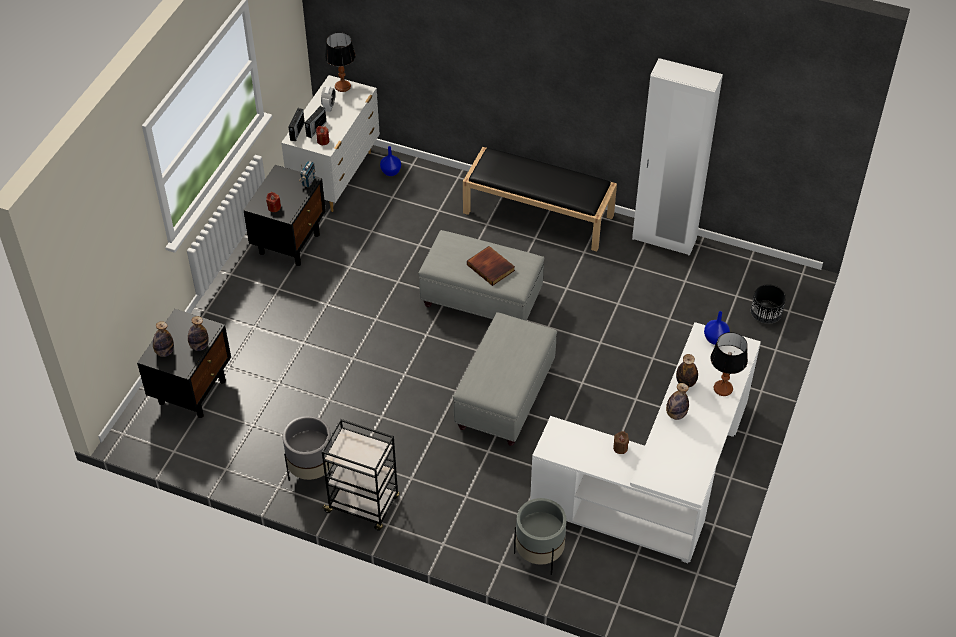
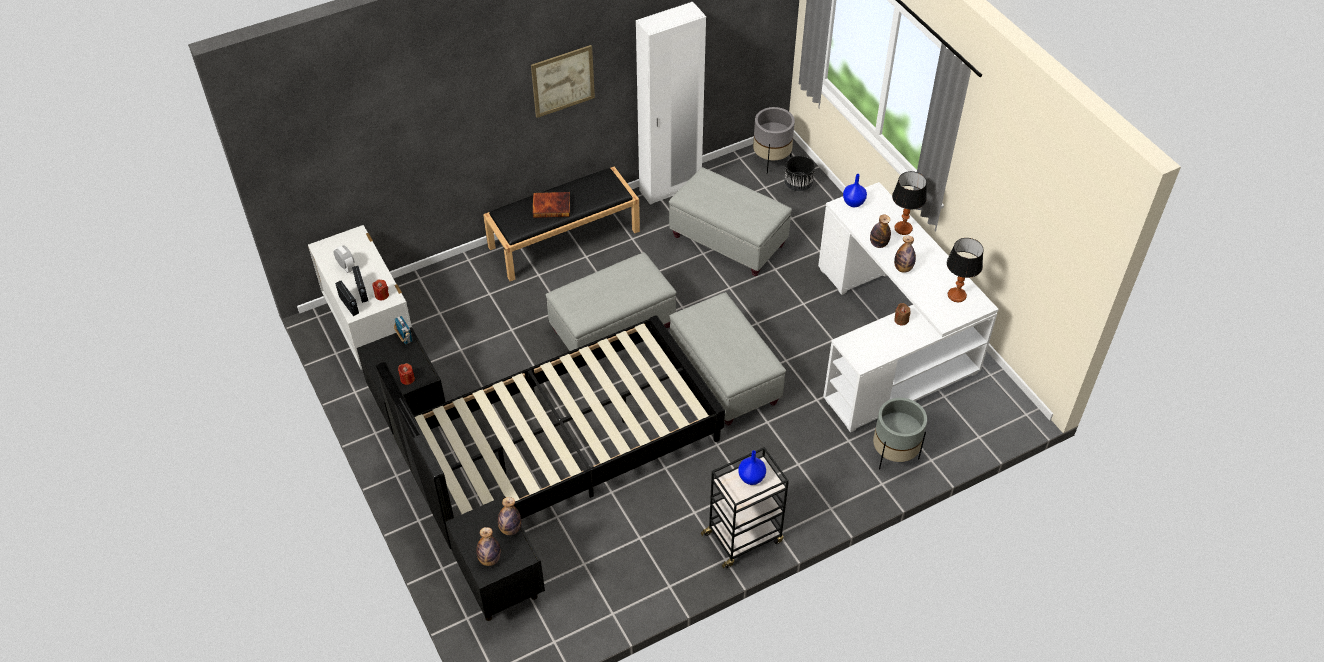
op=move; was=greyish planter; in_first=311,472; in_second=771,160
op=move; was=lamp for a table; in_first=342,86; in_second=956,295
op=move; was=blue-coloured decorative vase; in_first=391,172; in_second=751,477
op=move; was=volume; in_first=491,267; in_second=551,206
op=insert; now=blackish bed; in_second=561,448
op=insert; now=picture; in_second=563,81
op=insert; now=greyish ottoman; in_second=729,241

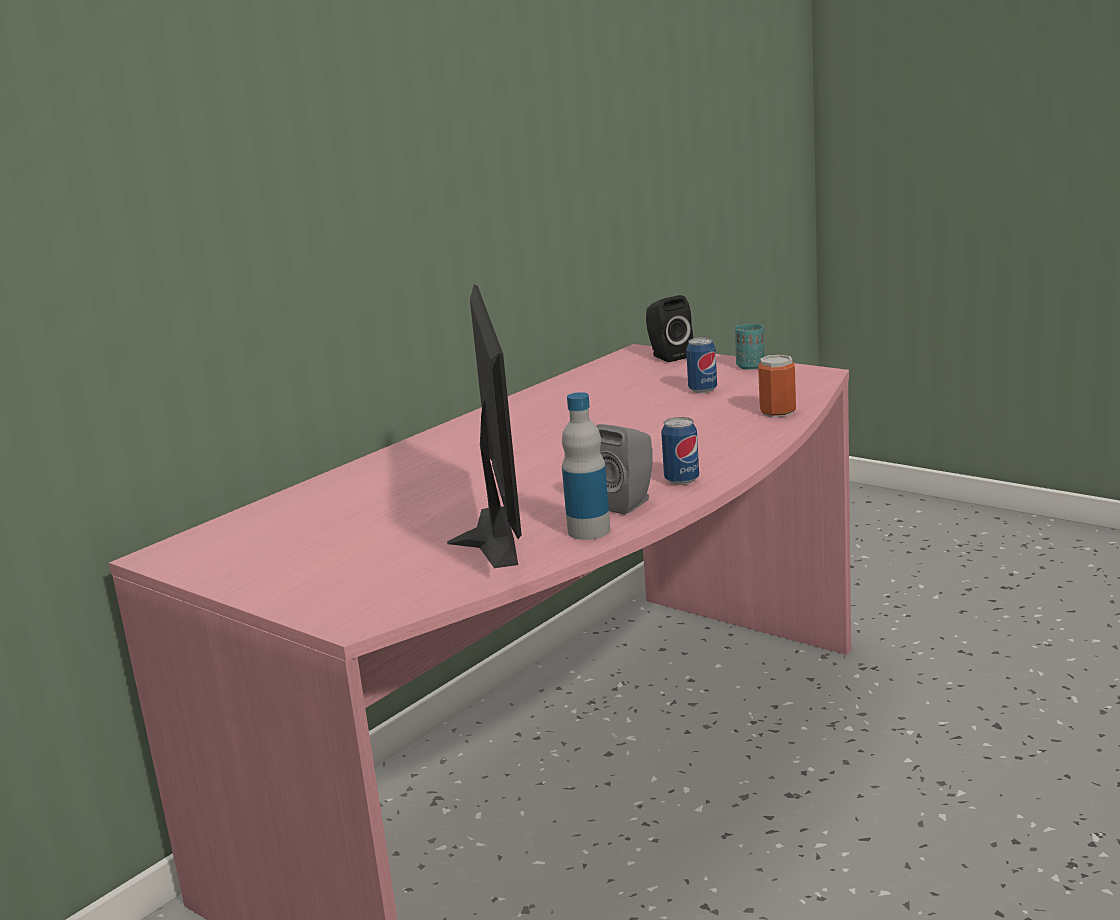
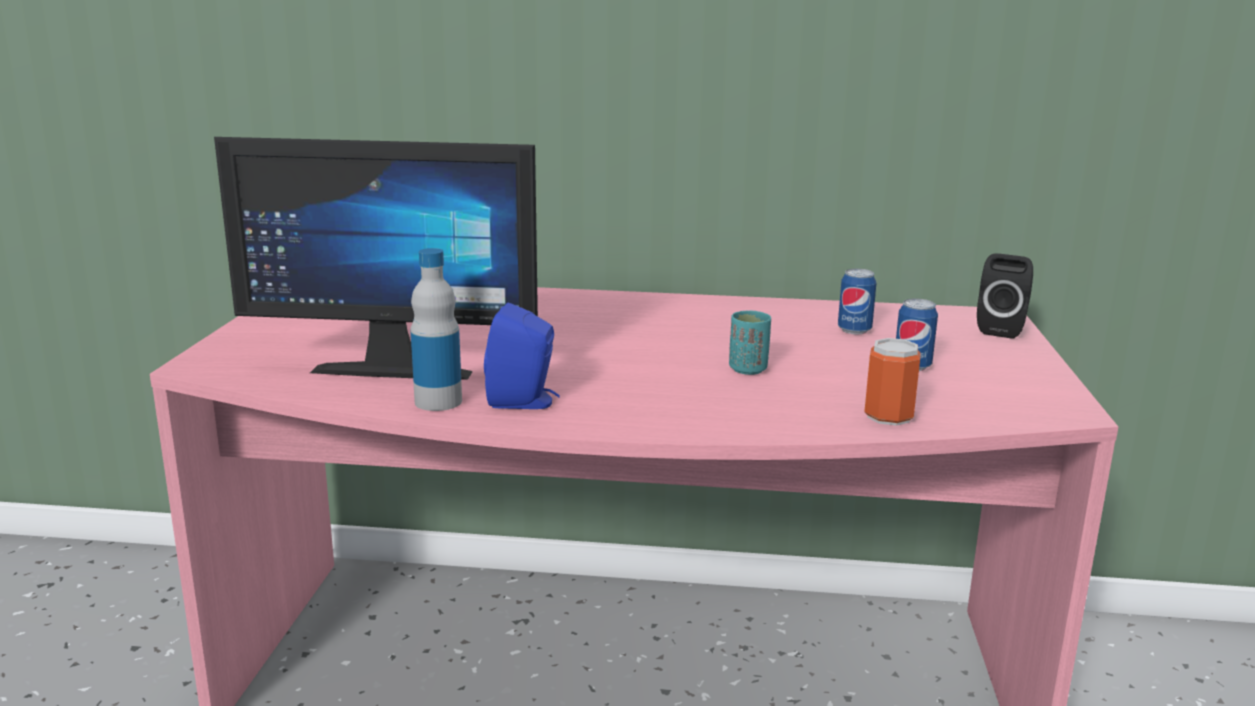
op=rotate; was=monitor; in_first=480,538; in_second=396,365; clockwise=45
op=recolor; was=greyish audio speaker; now=blue-coloured audio speaker; in_first=628,503; in_second=524,402
op=move; was=sealed can; in_first=681,480; in_second=854,330
op=move; was=turquoise-coloured small cup; in_first=750,366; in_second=748,369

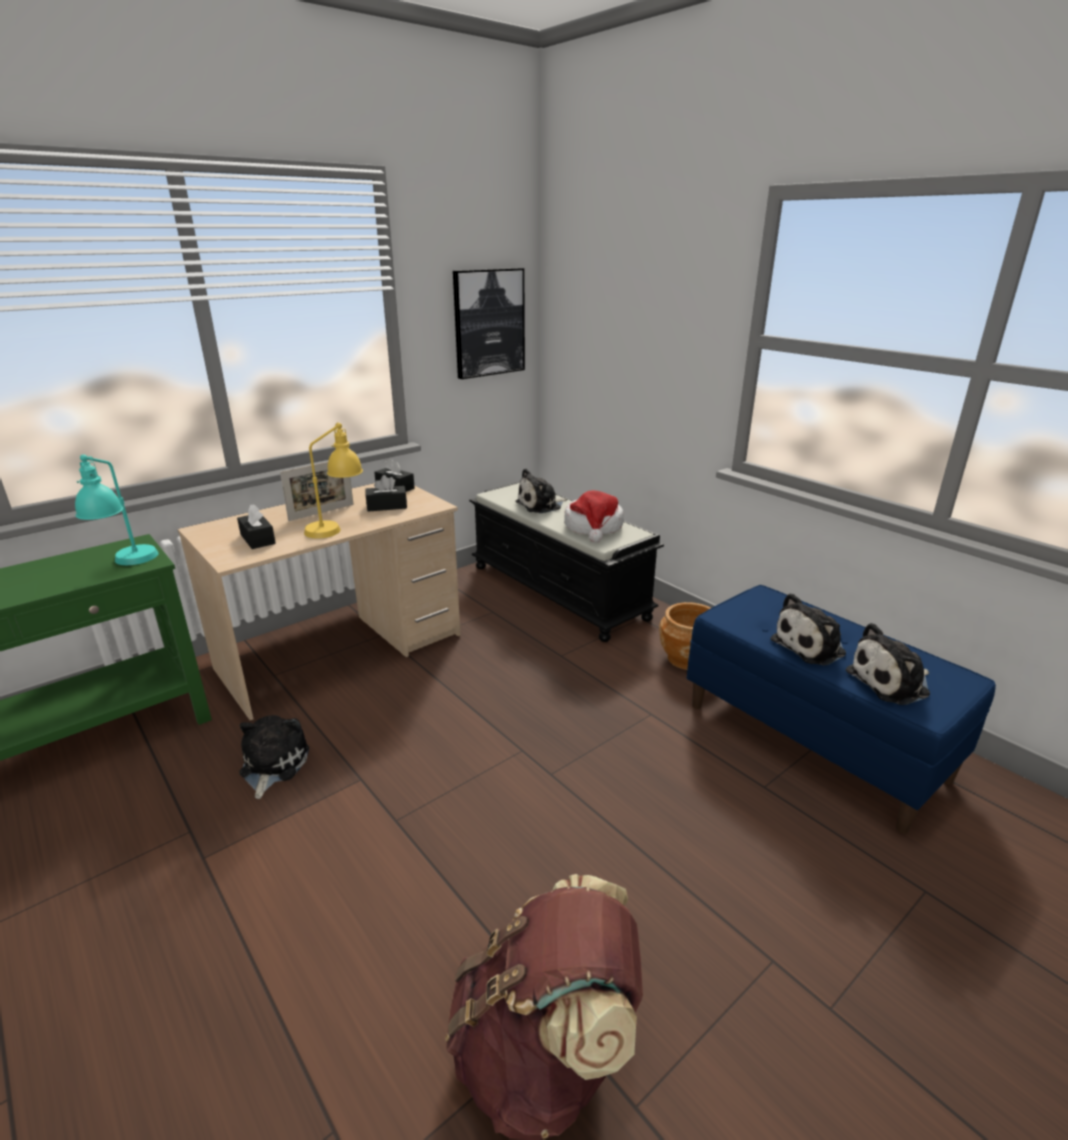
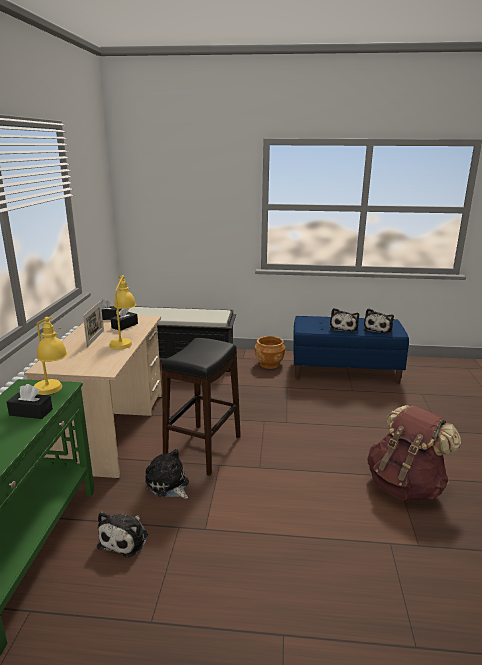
op=recolor; was=turquoise-coloured lamp for a table; now=yellowish lamp for a table; in_first=128,564; in_second=53,392
op=move; was=blackish box of tissues; in_first=257,539; in_second=31,412
op=delete; was=picture; in_first=488,323
op=move; was=soft toy; in_first=541,505; in_second=125,539
op=delete; was=hat; in_first=593,527
op=insert; now=blackish stool; in_second=203,449

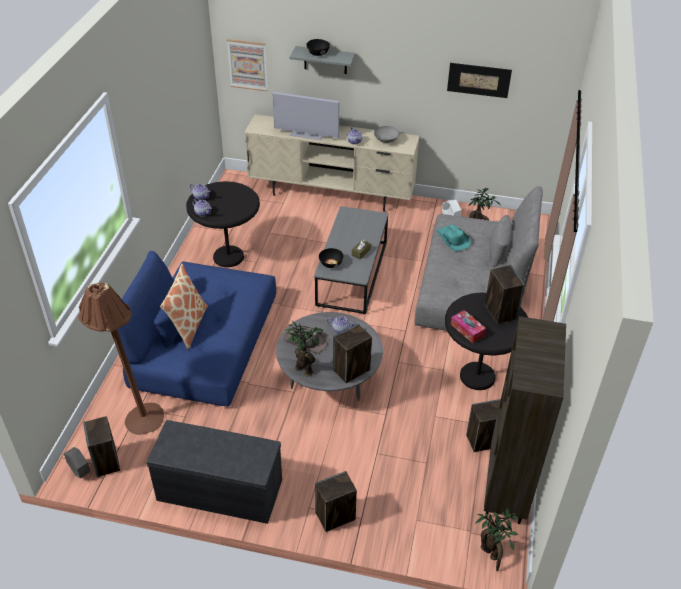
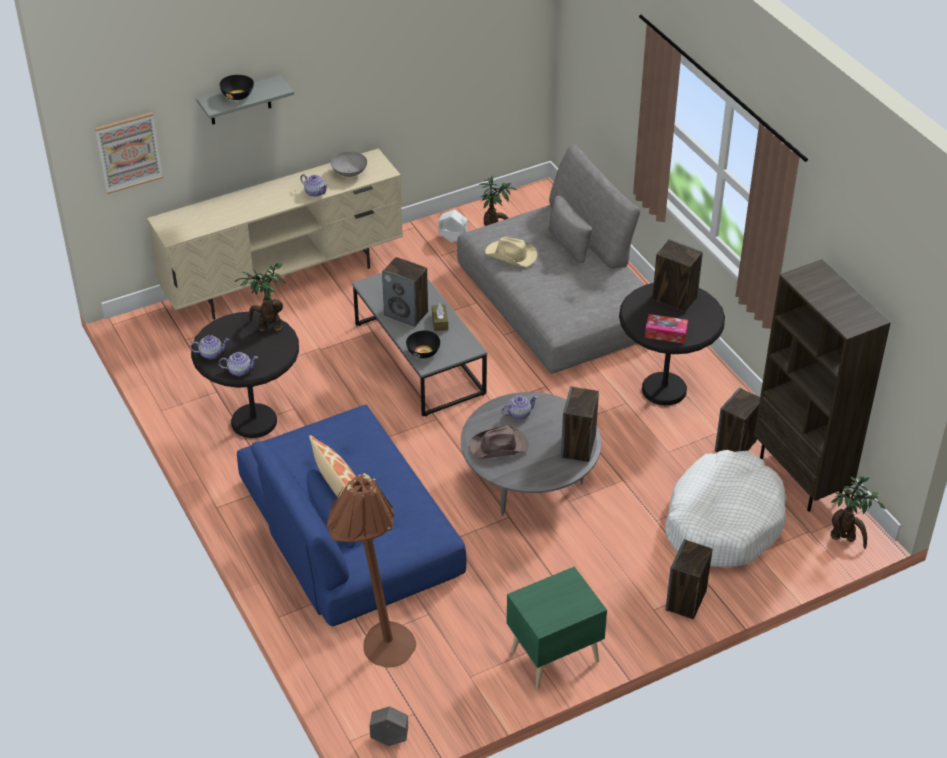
op=move; was=audio speaker; in_first=106,462; in_second=406,313
op=replace; was=greyish indoor bench; now=greenish nightstand; in_first=218,491; in_second=552,655
op=delete; was=TV; in_first=307,134
op=move; was=houseplant; in_first=303,368; in_second=267,326
op=recolor; was=turquoise-coloured hat; now=beige hat; in_first=453,239; in_second=511,255
op=delete; was=picture; in_first=479,80
op=insert; now=white pet bed; in_second=723,522

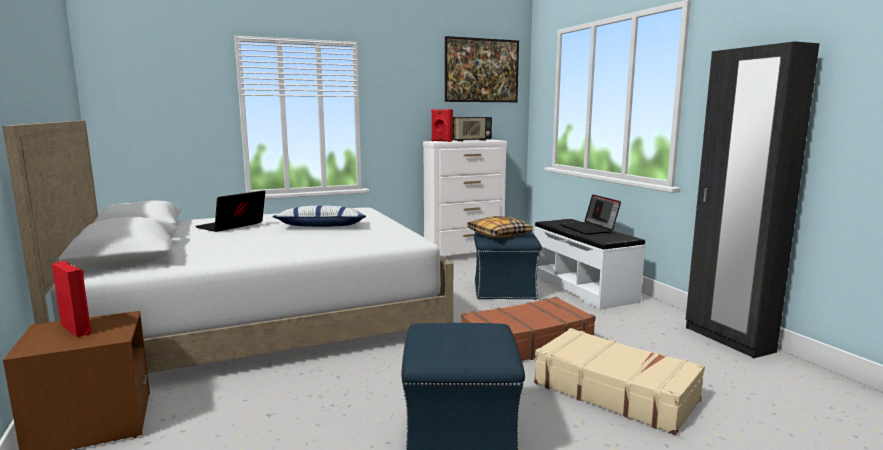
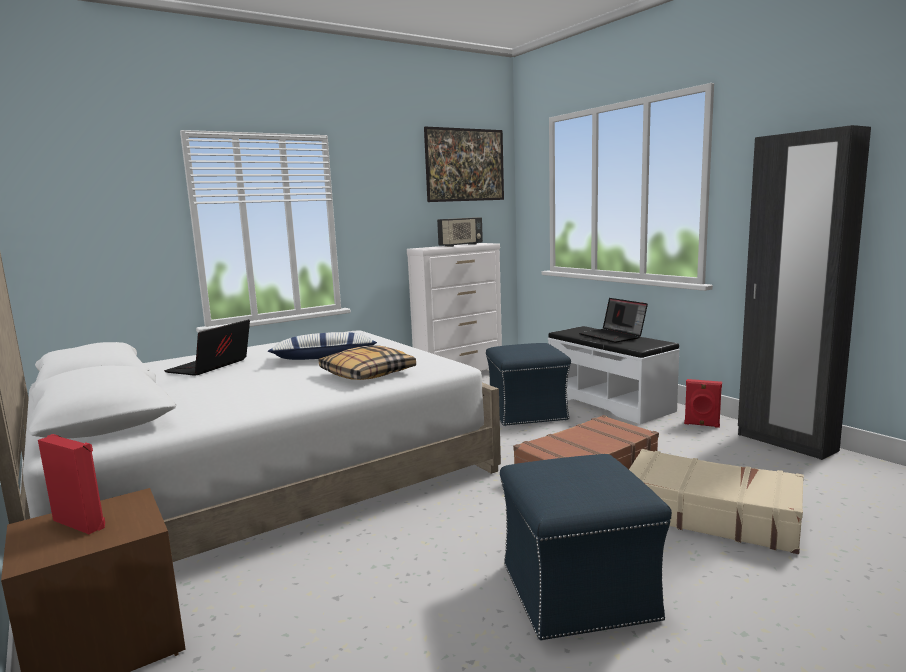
op=move; was=reddish audio speaker; in_first=441,141; in_second=701,425
op=move; was=throw pillow; in_first=498,234; in_second=367,374

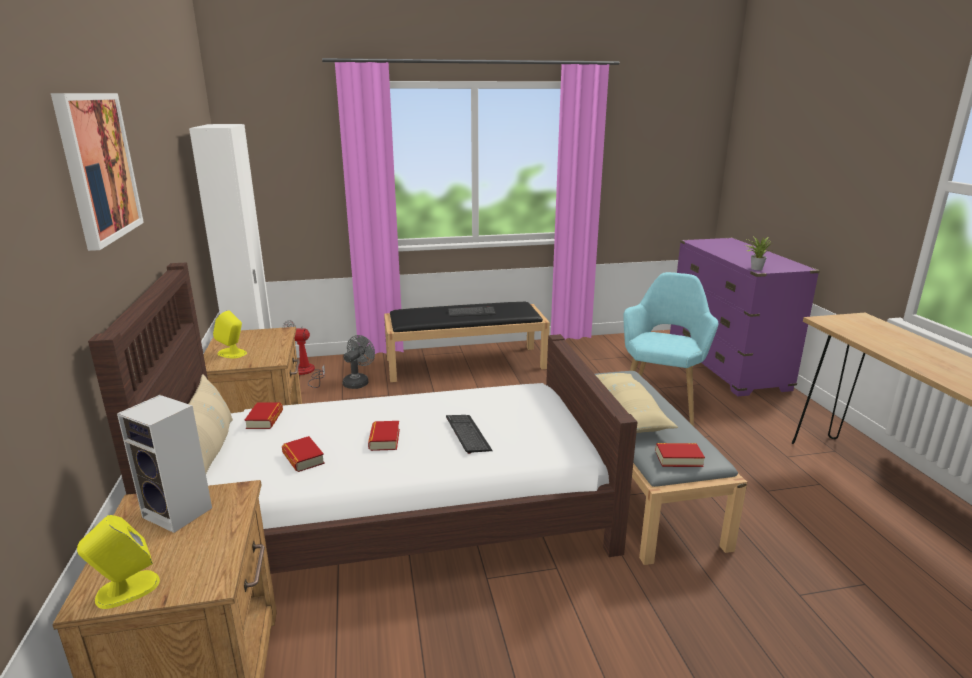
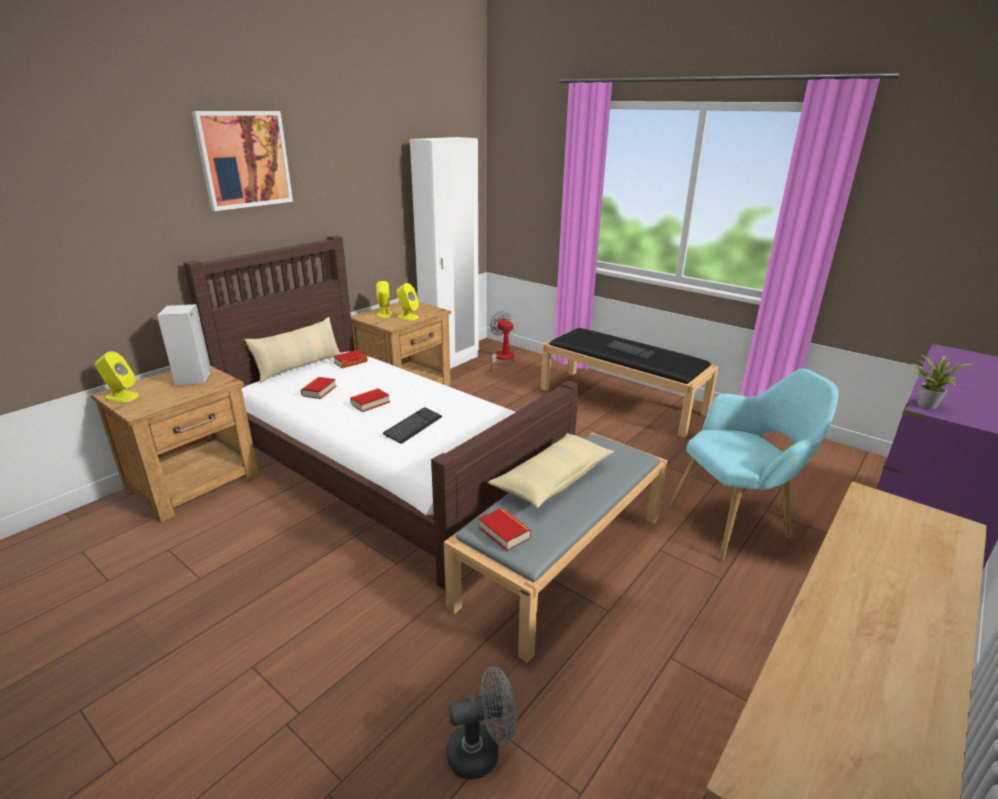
op=move; was=greyish cooling fan; in_first=358,382; in_second=482,751
op=insert; now=yellowish audio speaker; in_second=407,317

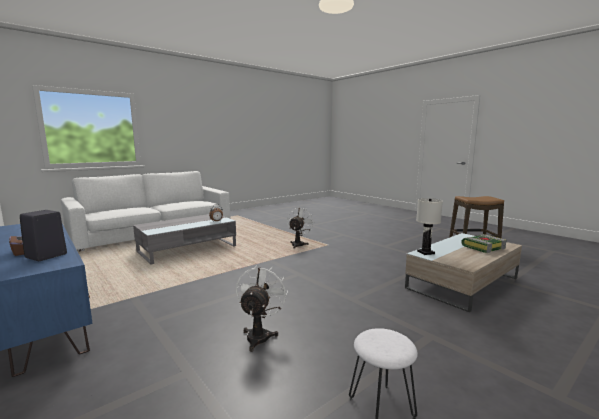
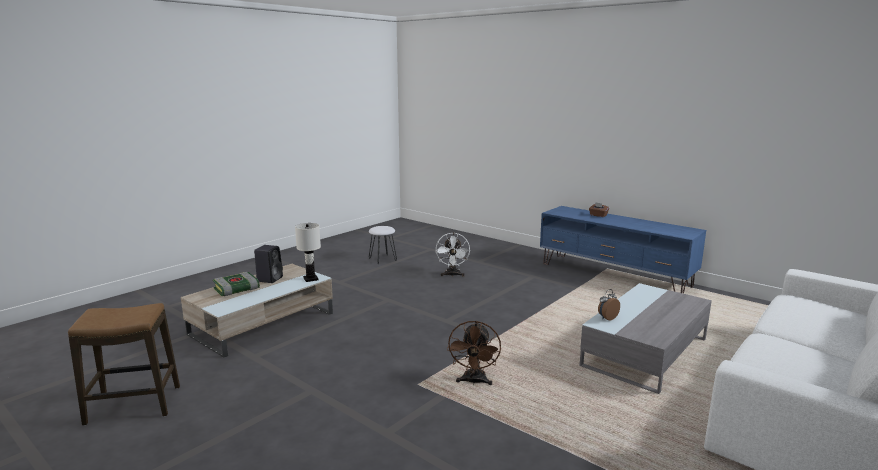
op=move; was=blackish audio speaker; in_first=45,256; in_second=270,279
op=recolor; was=white cooling fan; now=brown-coloured cooling fan; in_first=298,244; in_second=474,382

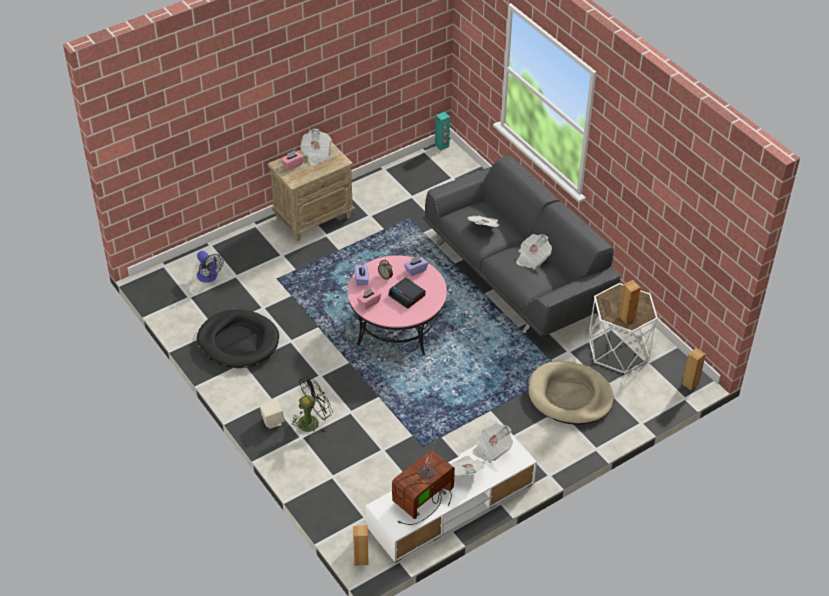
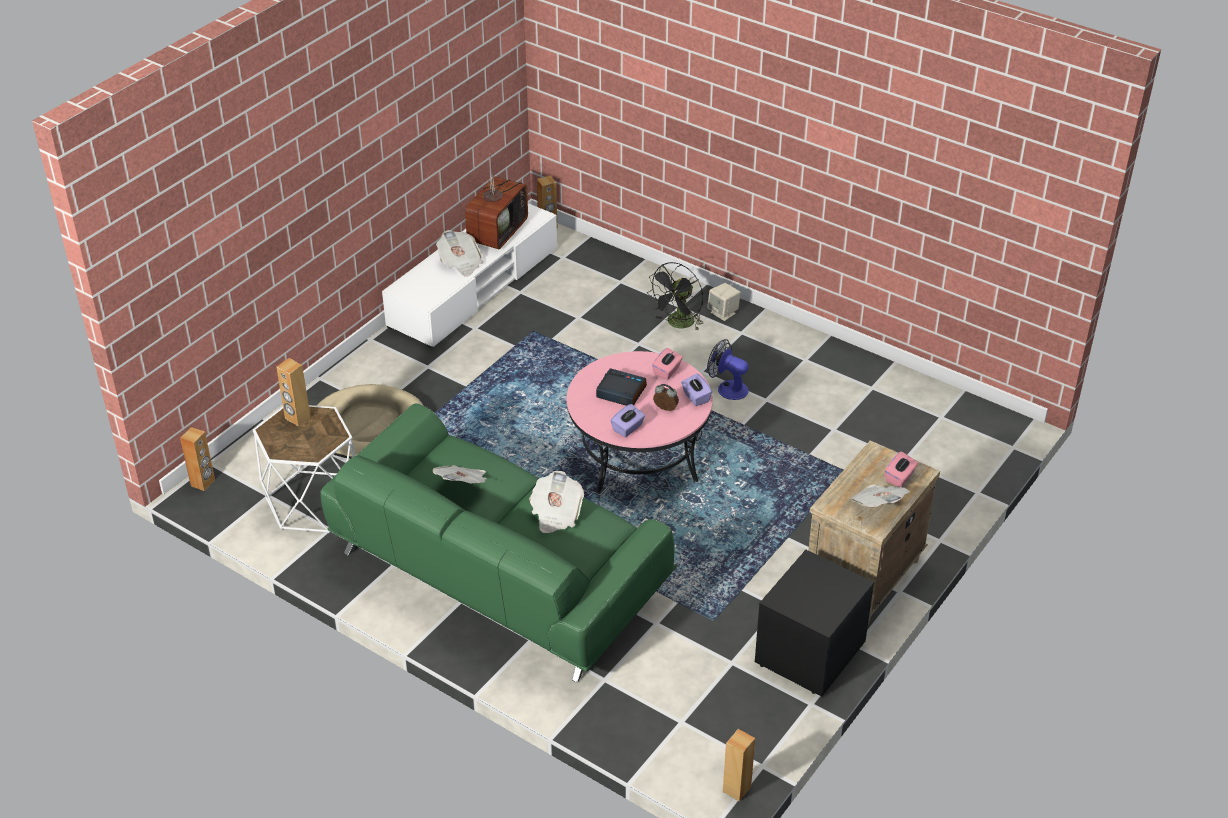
op=move; was=cooling fan; in_first=209,277; in_second=727,388
op=delete; was=blackish pet bed; in_first=238,342
op=recolor; was=greyish settee; now=greenish settee; in_first=517,274; in_second=497,574
op=recolor; was=turquoise-coloured audio speaker; now=brown-coloured audio speaker; in_first=442,146; in_second=736,789
op=delete; was=daily paper; in_first=491,449
op=insert; now=blackish nightstand; in_second=810,653

